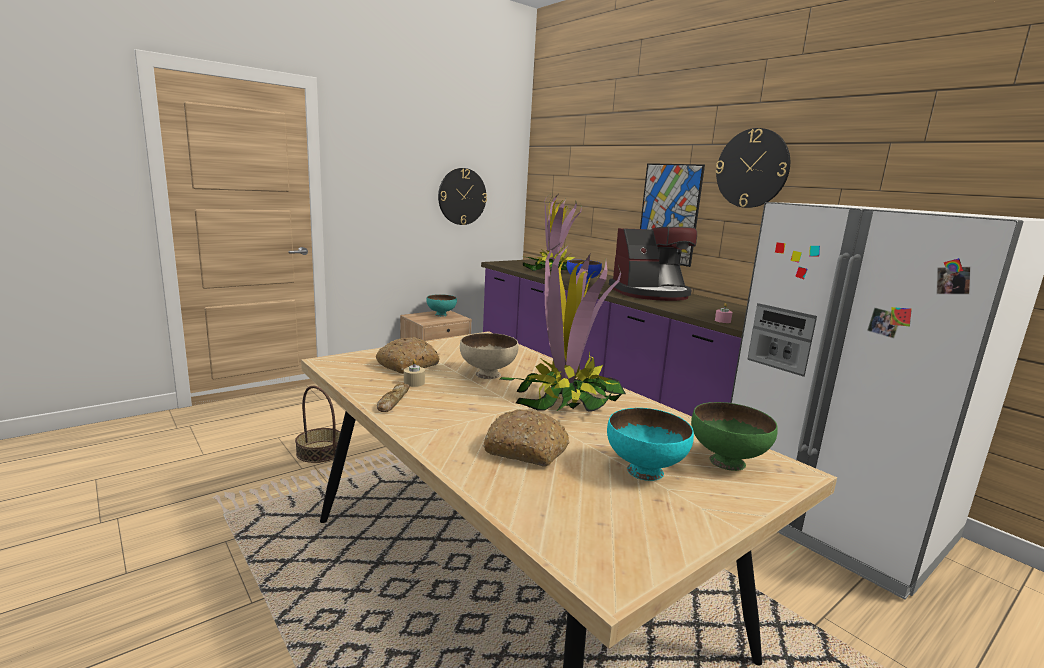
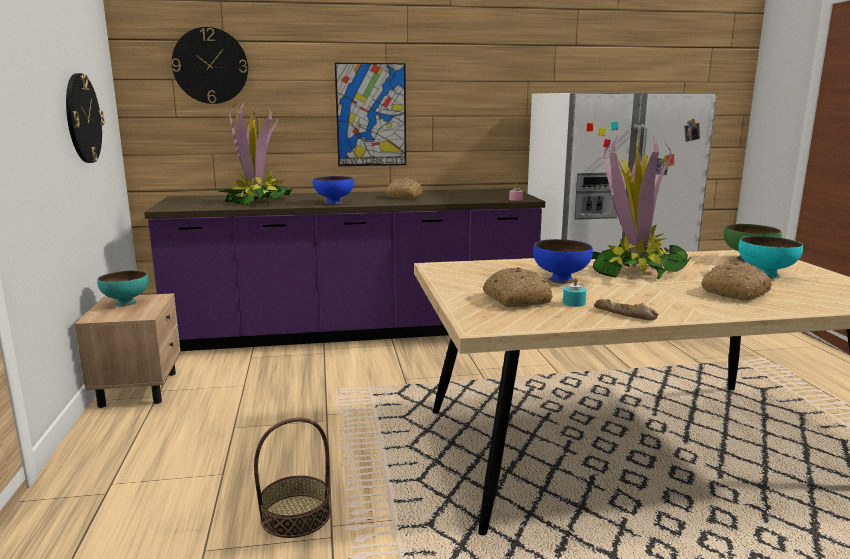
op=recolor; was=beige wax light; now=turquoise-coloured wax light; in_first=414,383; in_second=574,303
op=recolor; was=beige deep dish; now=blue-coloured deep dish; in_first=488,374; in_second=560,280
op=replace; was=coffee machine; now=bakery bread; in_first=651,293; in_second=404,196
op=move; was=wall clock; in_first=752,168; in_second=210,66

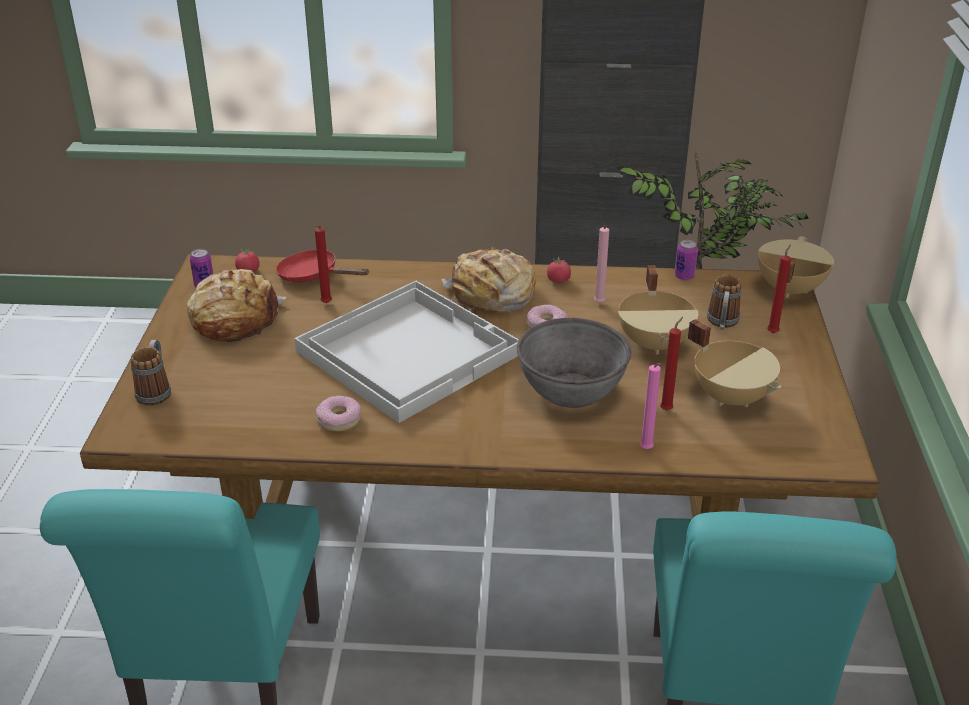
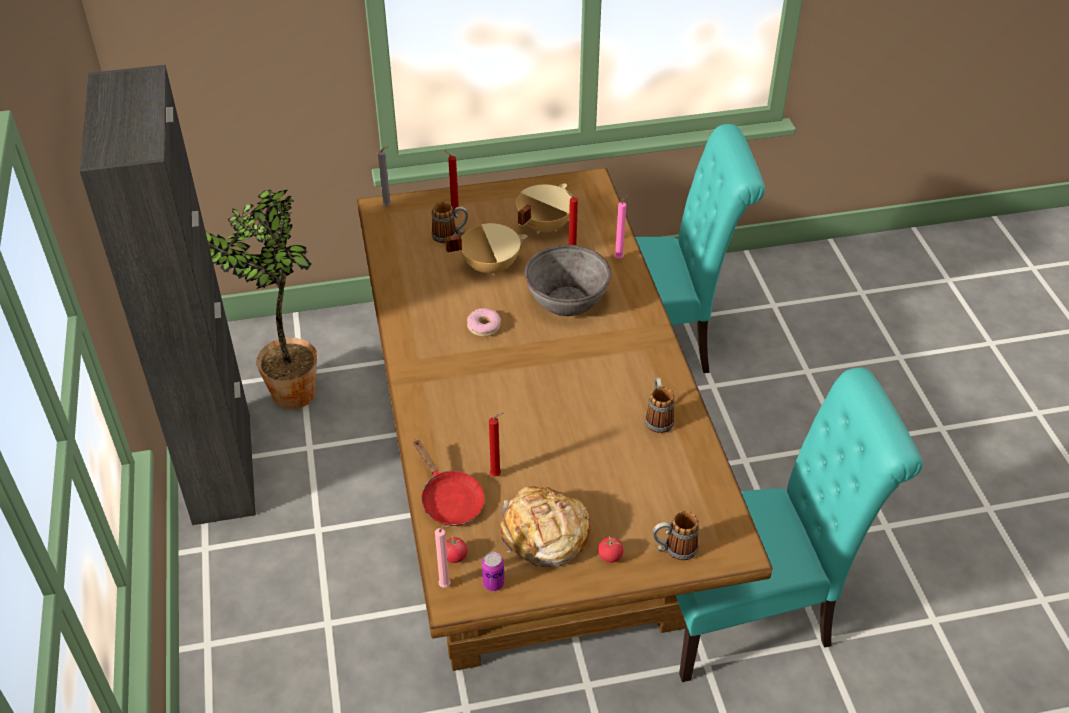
op=rotate; was=reddish skillet; in_first=313,276; in_second=449,500; clockwise=-45
op=delete; was=white carrying tray; in_first=408,351
op=replace; was=doughnut; now=coffee mug; in_first=339,419; in_second=658,418
op=delete; was=bakery bread; in_first=492,294
op=move; was=whole tomato; in_first=558,280; in_second=610,556
op=move; was=pinkish wax light; in_first=599,304; in_second=446,585
op=delete; was=sealed can; in_first=684,276
op=replace; was=beige saucepot; now=greyish wax light; in_first=788,289; in_second=388,206

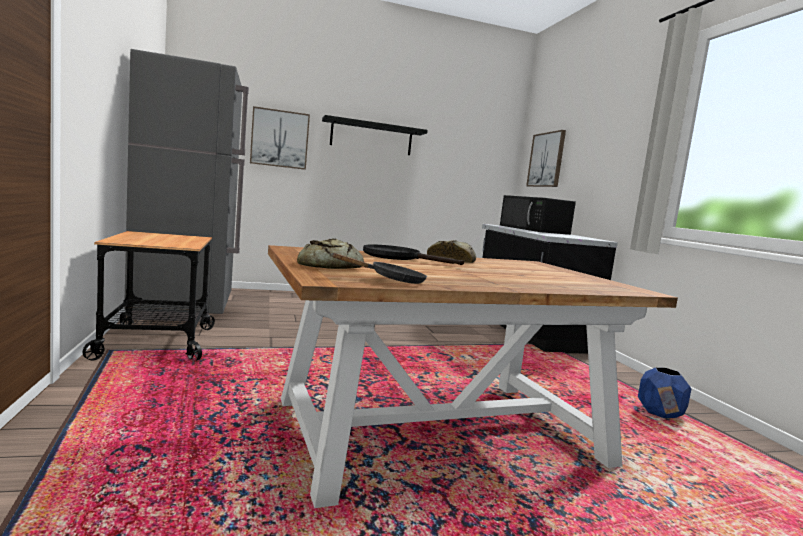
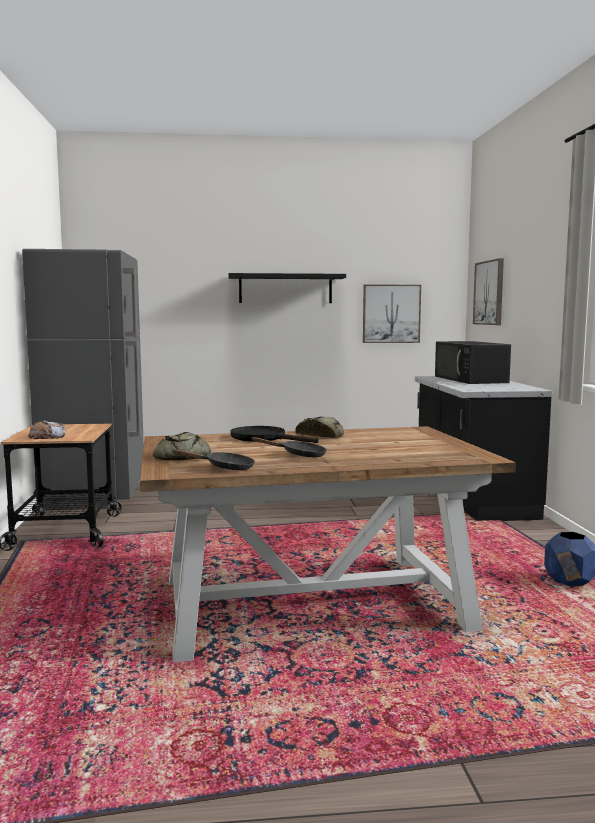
op=move; was=picture; in_first=279,138; in_second=391,313
op=insert; now=bakery bread; in_second=47,436
op=insert; now=blackish skillet; in_second=299,455

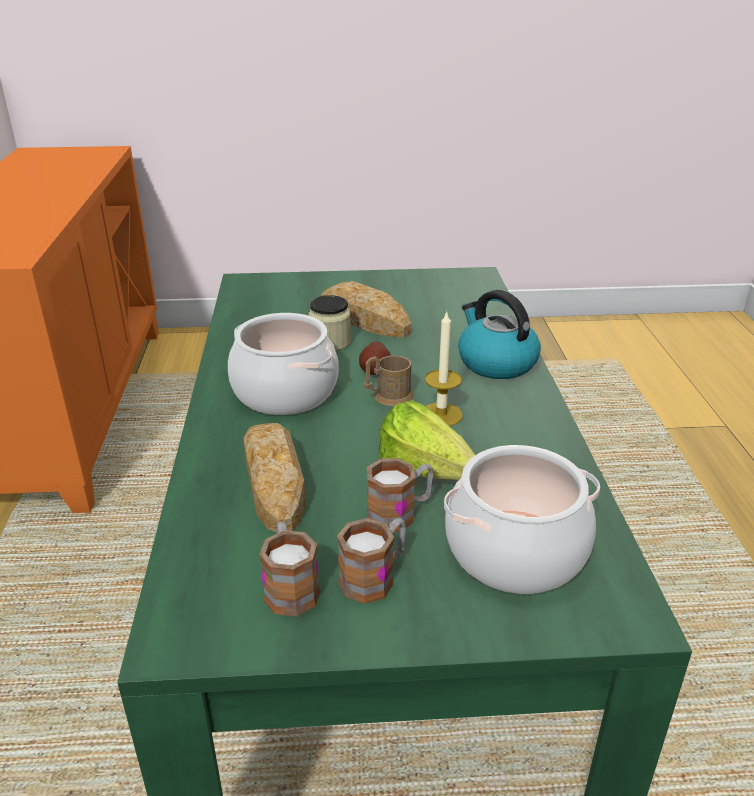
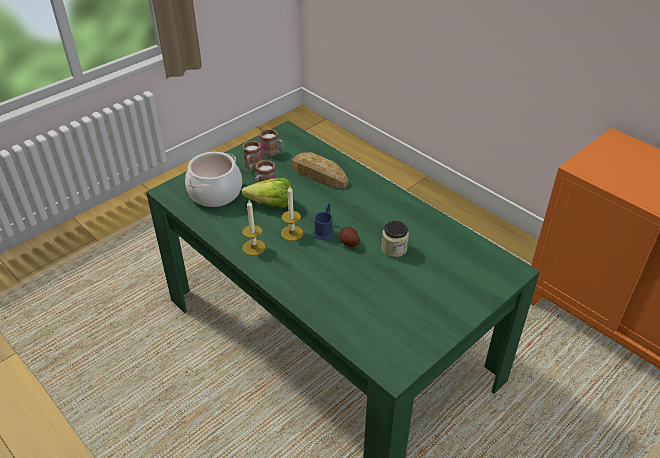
op=delete; was=saucepot; in_first=284,392
op=delete; was=bakery bread; in_first=363,319
op=recolor; was=brown-coloured coffee mug; now=blue-coloured coffee mug; in_first=388,397; in_second=324,230
op=delete; was=tea kettle; in_first=495,363
op=insert; now=wax light; in_second=254,247

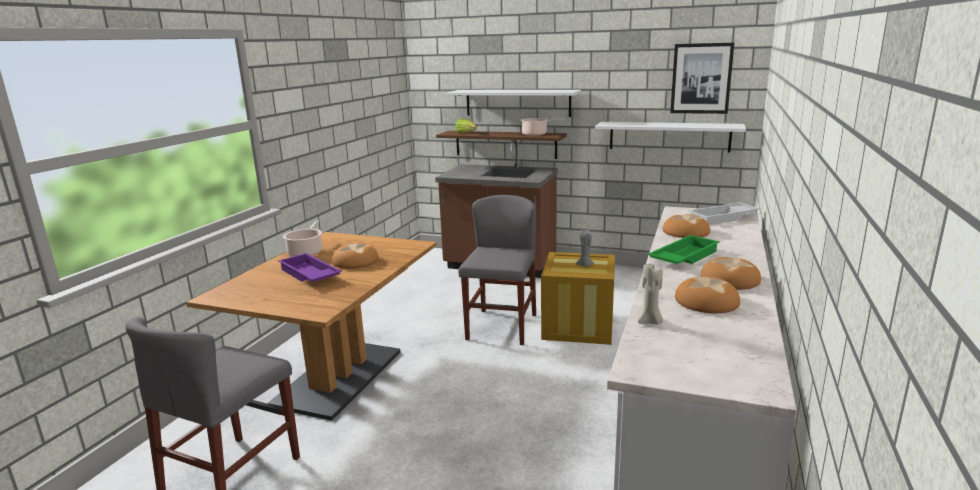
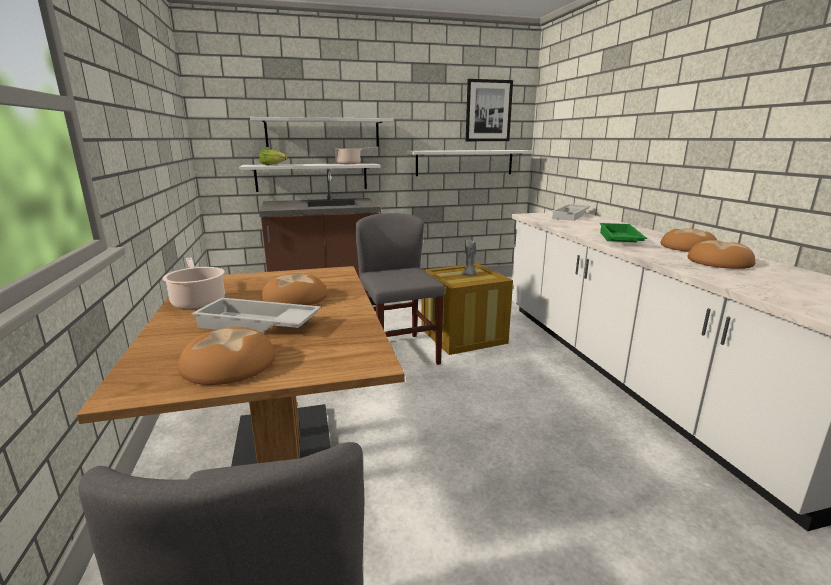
op=recolor; was=purple-coloured carrying tray; now=white carrying tray; in_first=308,275; in_second=257,325
op=recolor; was=brown-coloured bracket shelf; now=white bracket shelf; in_first=505,144; in_second=312,177
op=delete; was=beige wax light; in_first=650,322
op=move; was=bakery bread; in_first=685,232; in_second=228,364

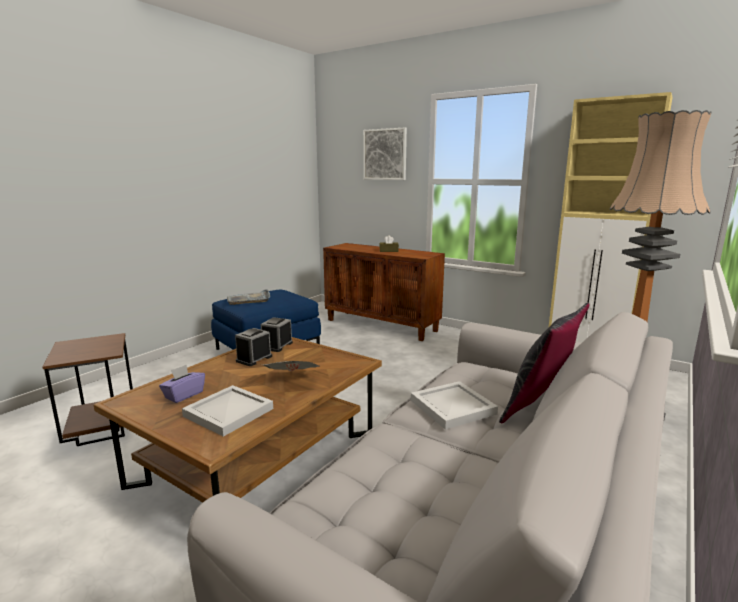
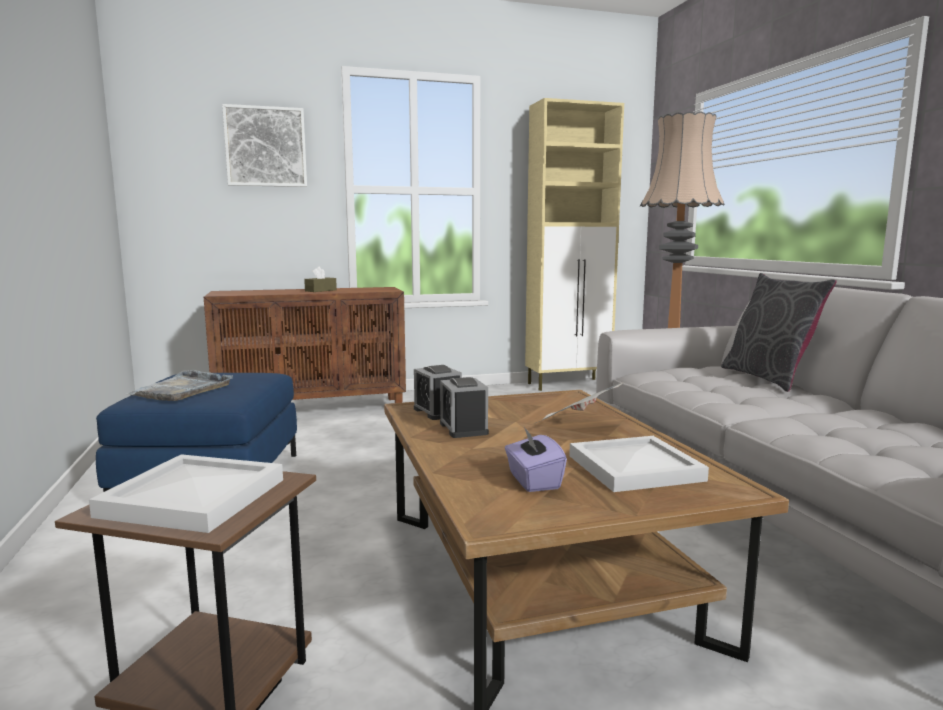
op=move; was=white carrying tray; in_first=454,407; in_second=197,497

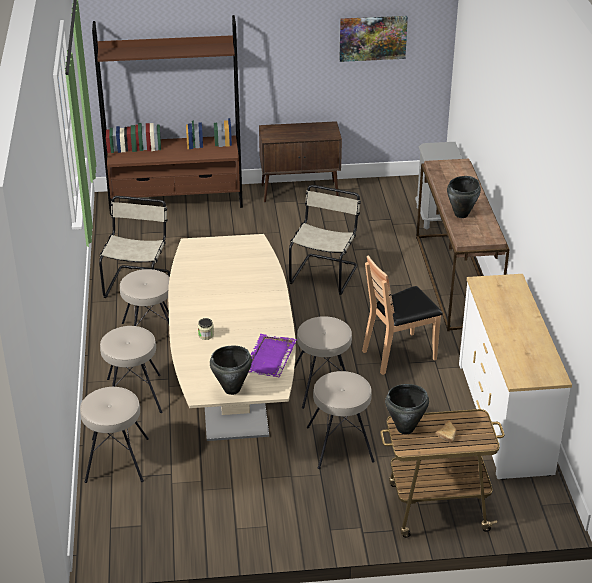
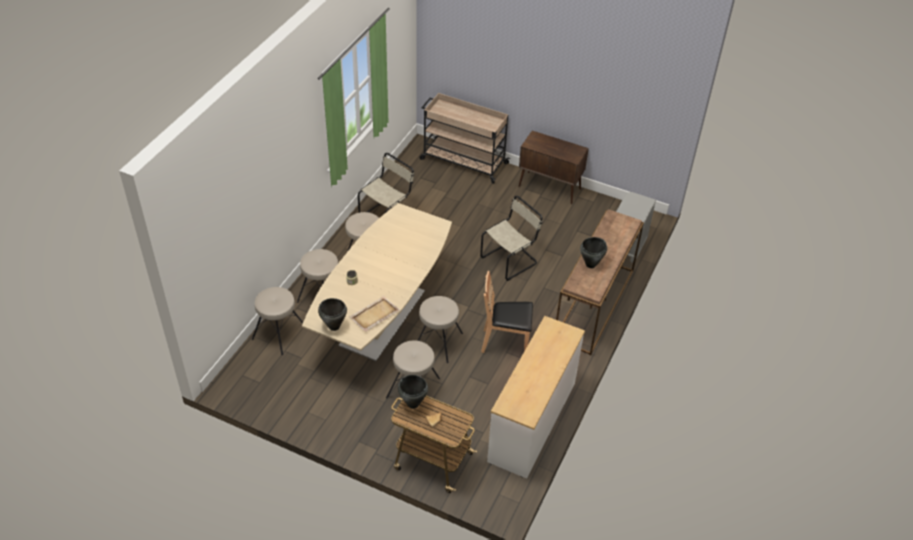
op=replace; was=brown-coloured bookcase; now=beige cart; in_first=176,200; in_second=463,161
op=recolor; was=purple-coloured carrying tray; now=beige carrying tray; in_first=269,358; in_second=374,315
op=delete; was=picture; in_first=372,38

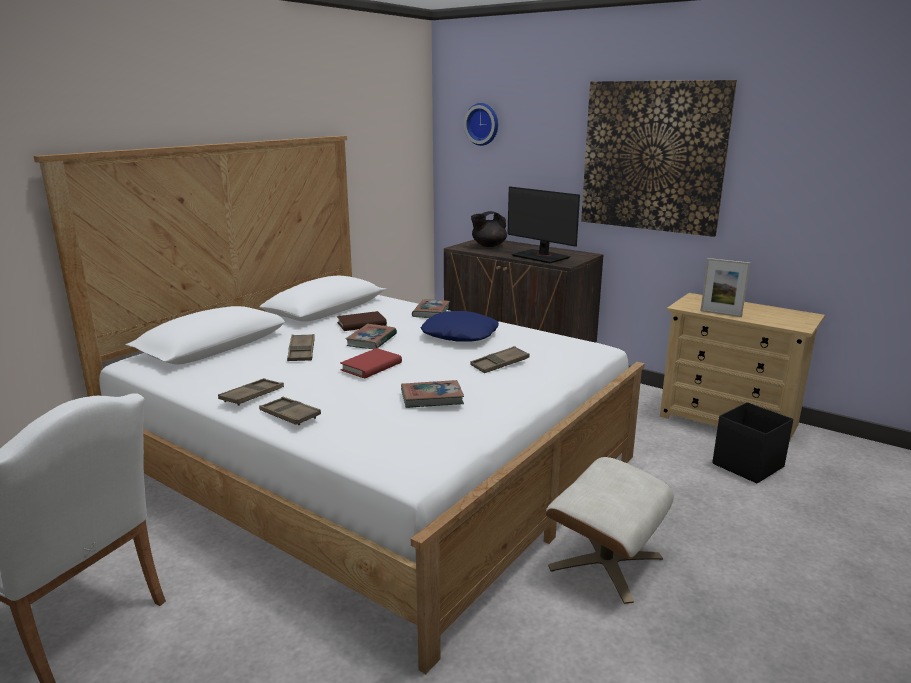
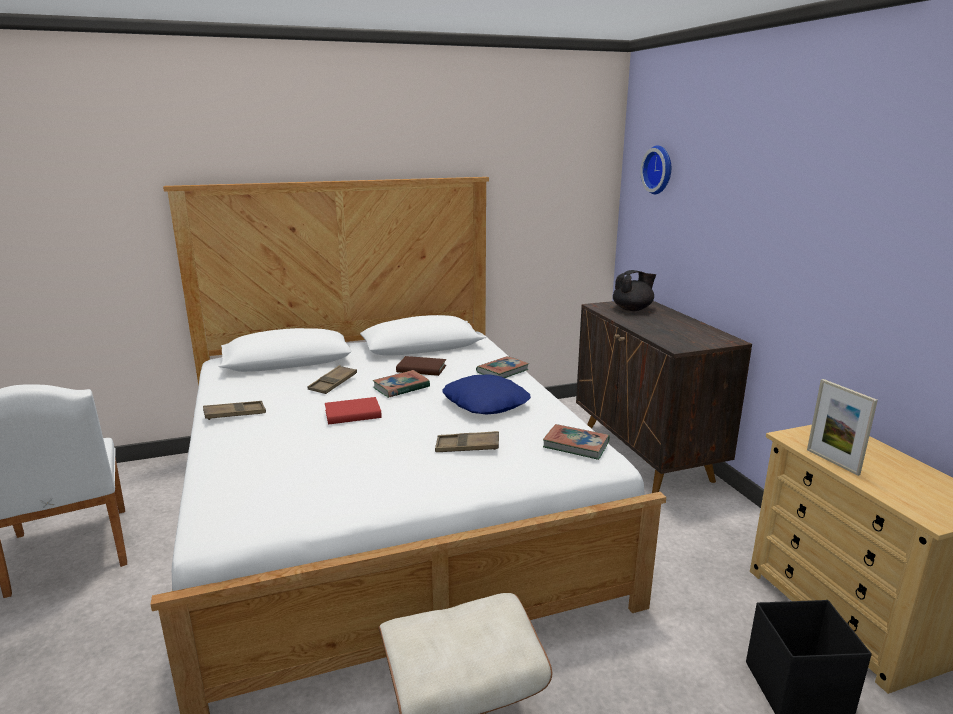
op=delete; was=brown-coloured carrying tray; in_first=290,415
op=move; was=volume; in_first=432,398; in_second=576,445
op=rotate; was=blackish pot for tea; in_first=488,245; in_second=633,309; clockwise=150
op=delete; was=monitor; in_first=541,257
op=delete; was=picture; in_first=653,157

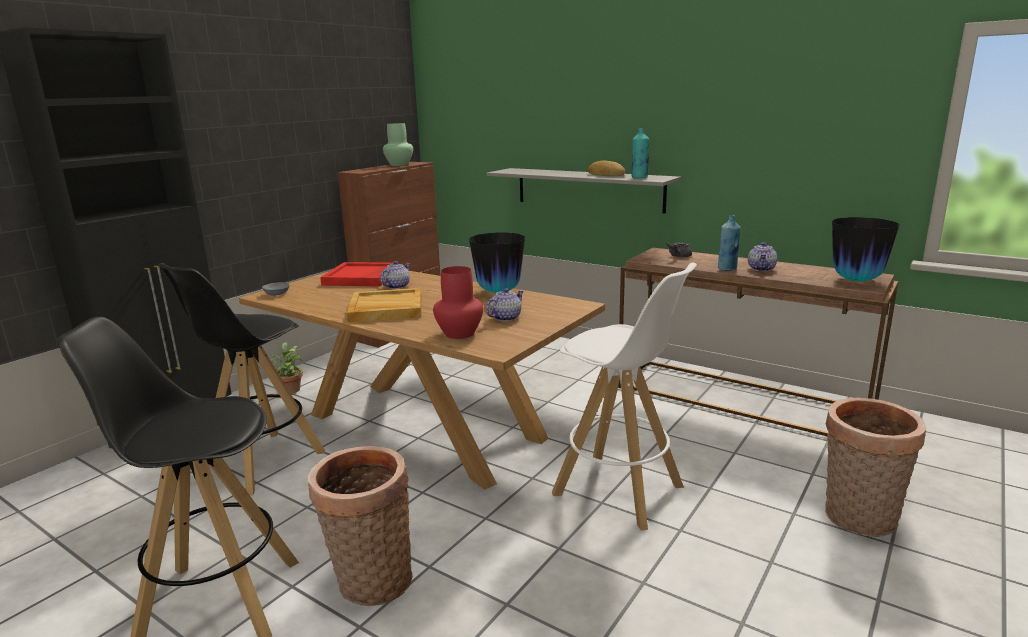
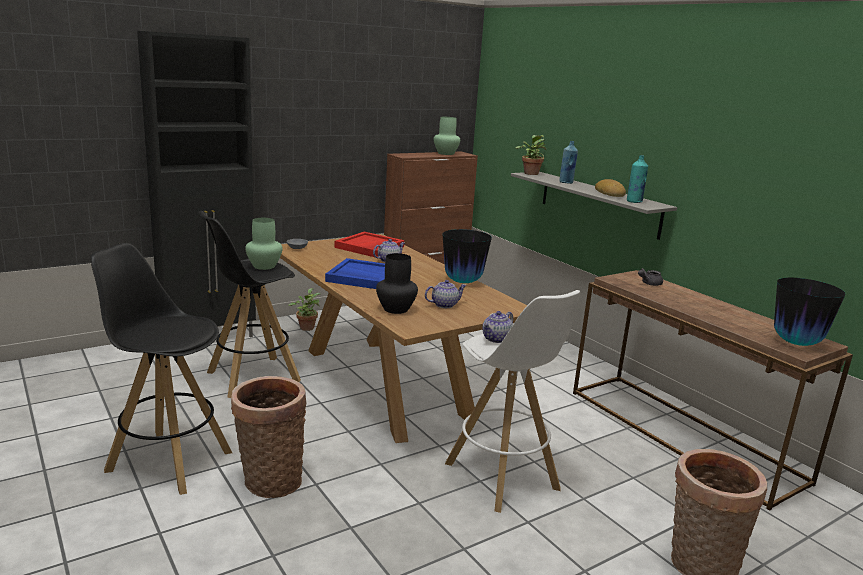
op=recolor; was=beige carrying tray; now=blue-coloured carrying tray; in_first=385,309; in_second=362,277
op=recolor; was=reddish decorative vase; now=blackish decorative vase; in_first=460,333; in_second=396,309
op=move; was=blue-coloured beverage bottle; in_first=727,269; in_second=566,182
op=move; was=pot for tea; in_first=761,269; in_second=496,339
op=insert; now=greenish decorative vase; in_second=263,266
op=insert; now=houseplant; in_second=530,173

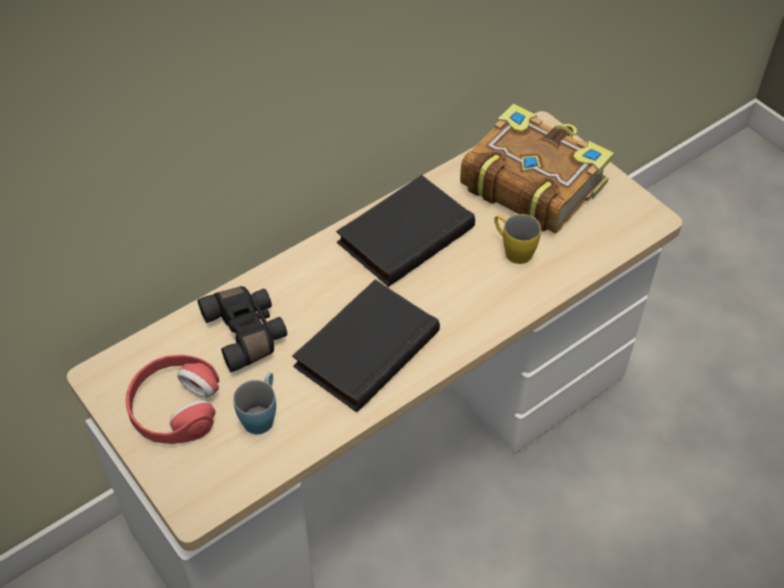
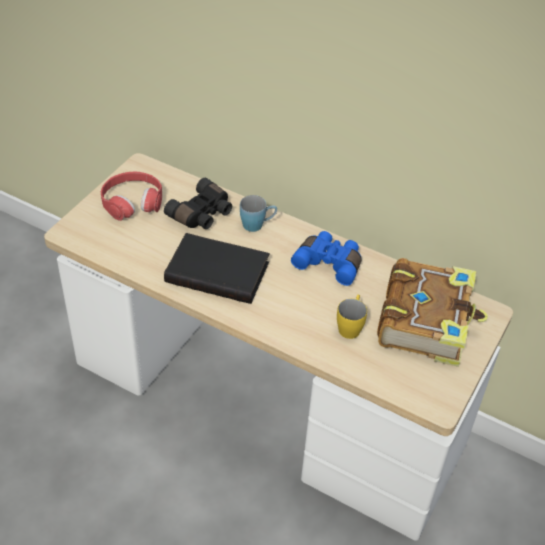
op=move; was=blue-coloured coffee mug; in_first=261,414; in_second=257,225
op=replace; was=blackish volume; now=blue-coloured binoculars; in_first=404,233; in_second=329,263

